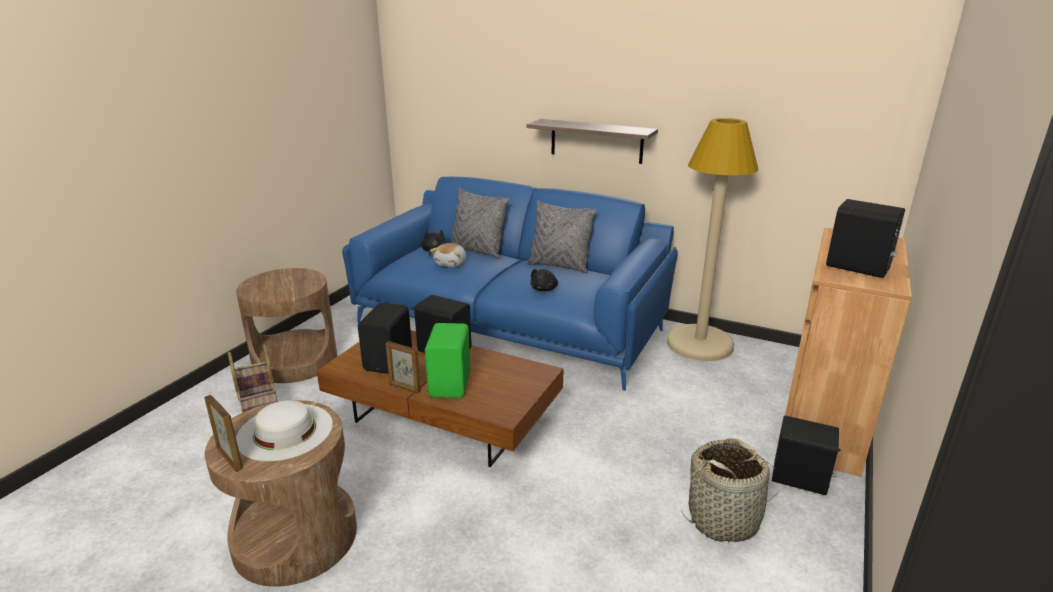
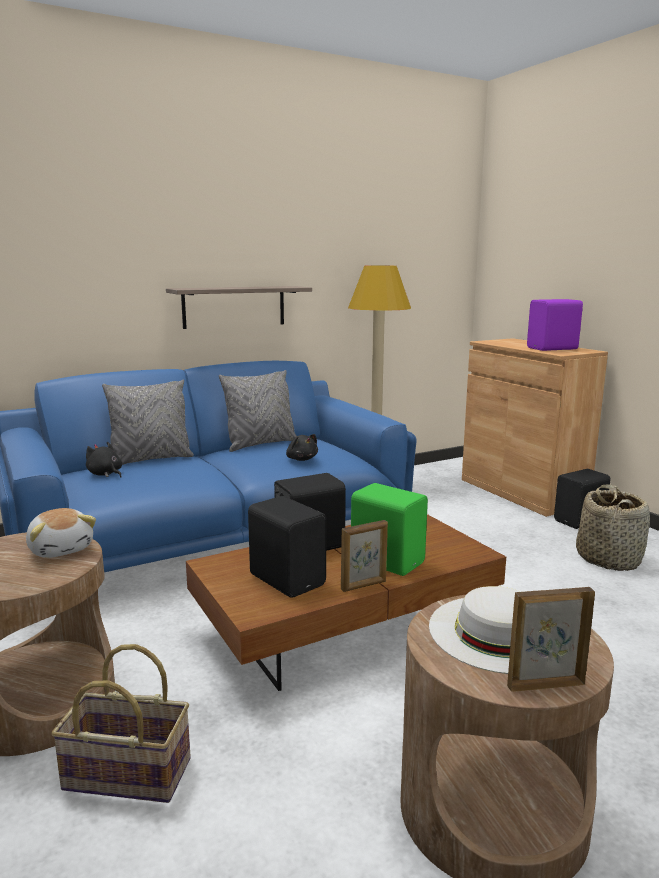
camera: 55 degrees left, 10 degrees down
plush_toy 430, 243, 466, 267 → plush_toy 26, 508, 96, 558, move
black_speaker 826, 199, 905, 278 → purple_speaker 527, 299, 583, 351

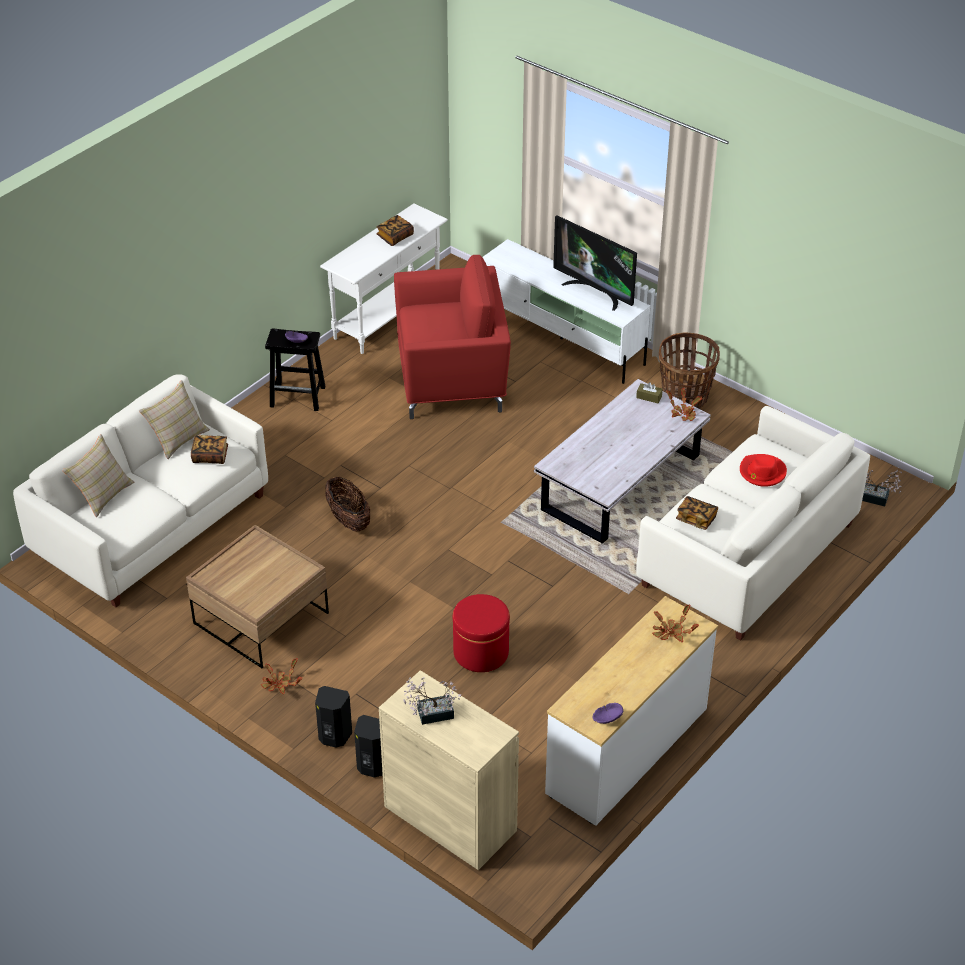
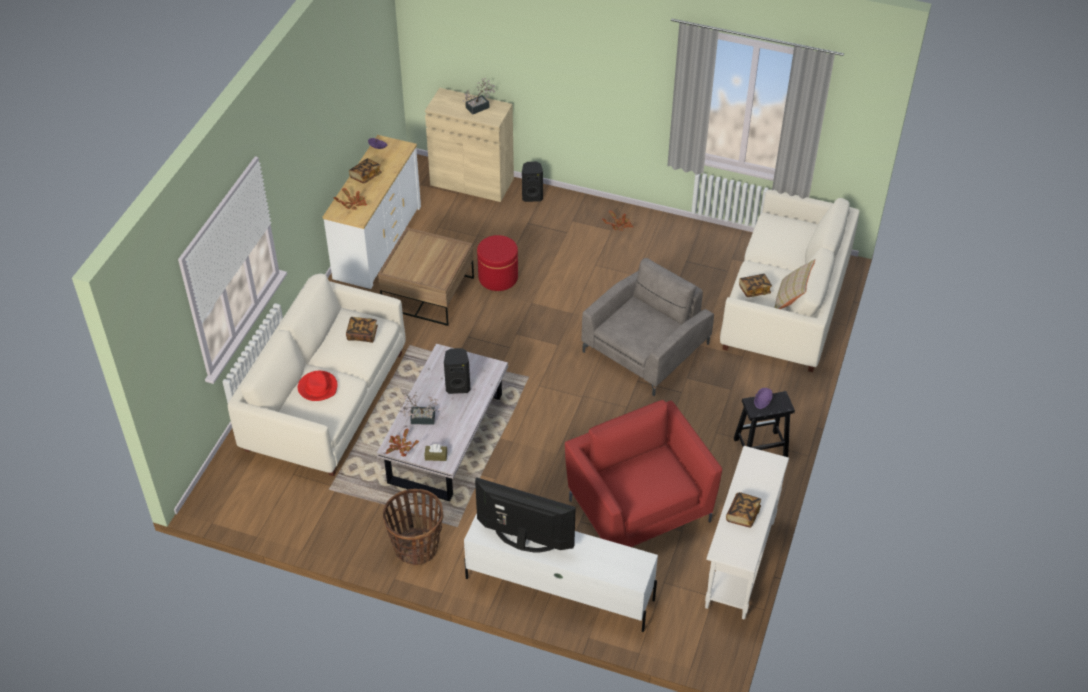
camera: 160 degrees right, 5 degrees up
- → book 349, 158, 382, 184
brown_coffee_table 186, 525, 329, 668 → brown_coffee_table 378, 227, 474, 326, move
potted_plant 862, 470, 902, 507 → potted_plant 400, 390, 441, 425, move
black_speaker 315, 686, 352, 748 → black_speaker 444, 348, 470, 394, move
red_armchair 394, 255, 511, 419 → red_armchair 565, 400, 722, 547, 90 degrees clockwise
basket 325, 477, 370, 532 → grey_armchair 582, 258, 714, 396
beige_pillow 62, 434, 134, 517 → -

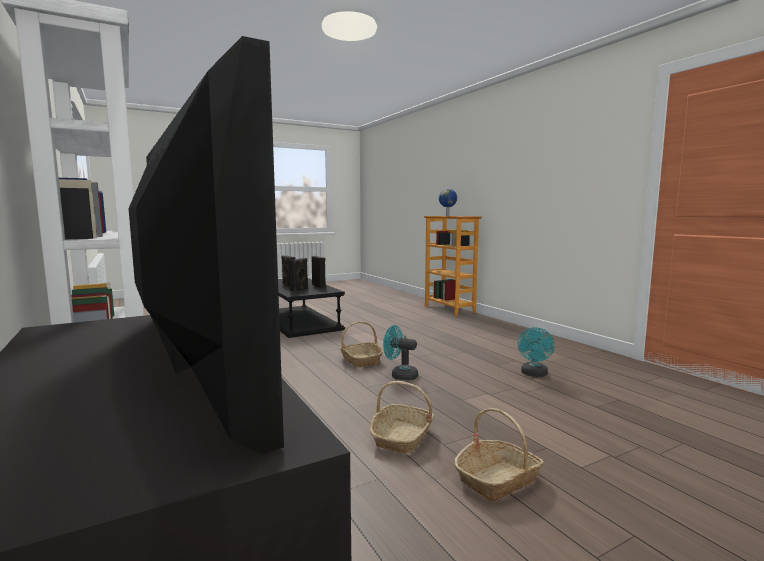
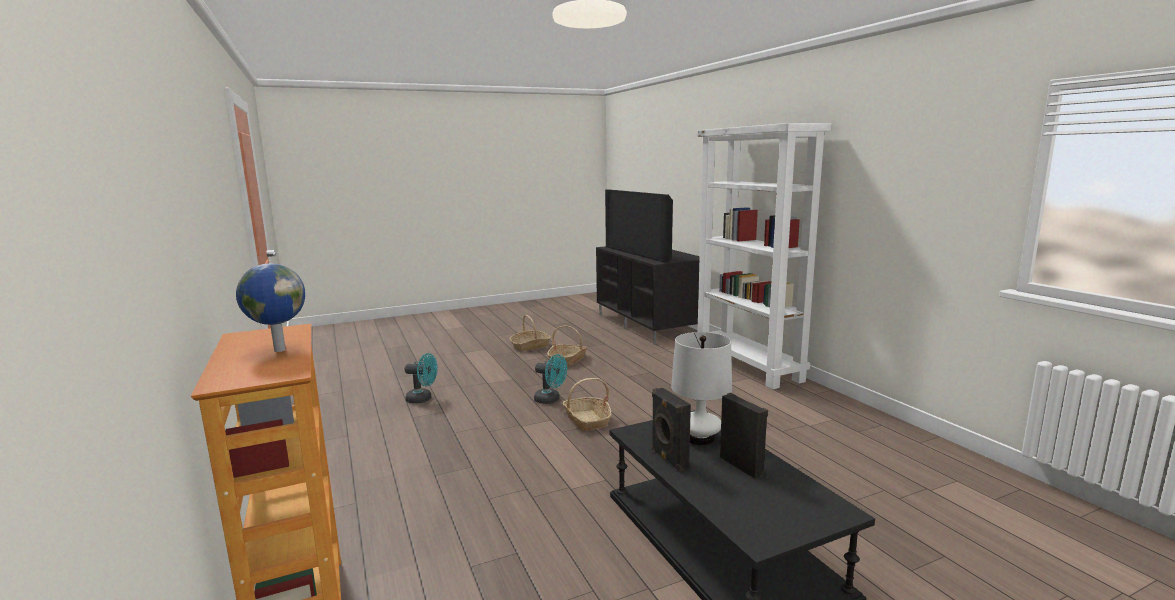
camera: 175 degrees left, 5 degrees up
turquoise_fan 518, 327, 555, 377 → turquoise_fan 405, 353, 438, 404, 75 degrees clockwise
black_speaker 289, 258, 308, 292 → white_table_lamp 671, 332, 732, 445

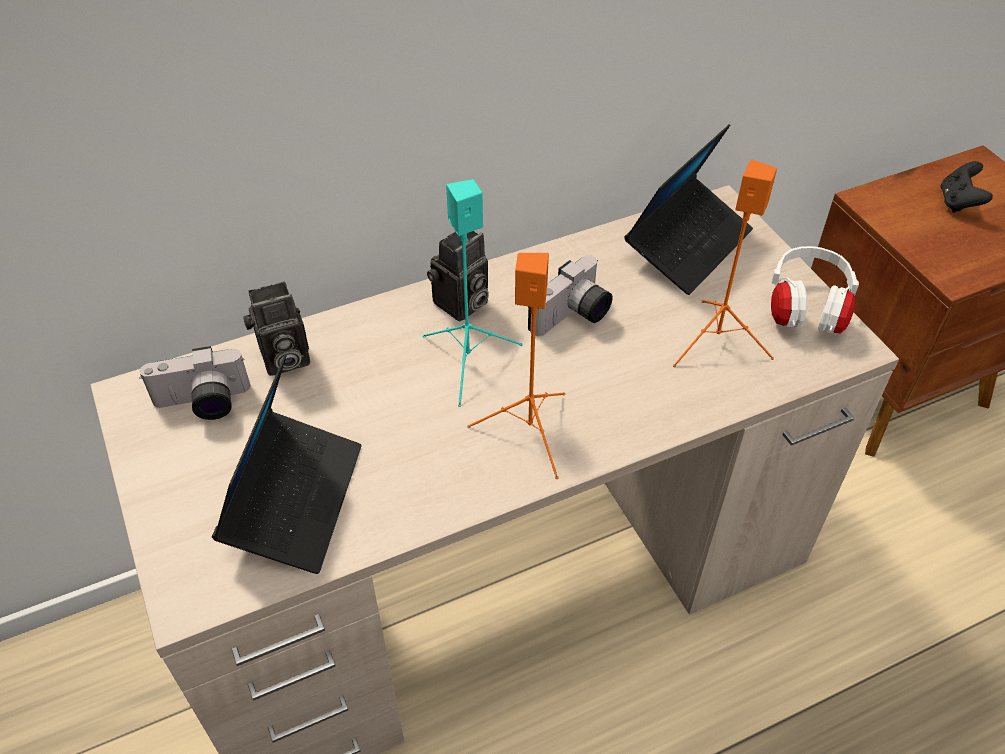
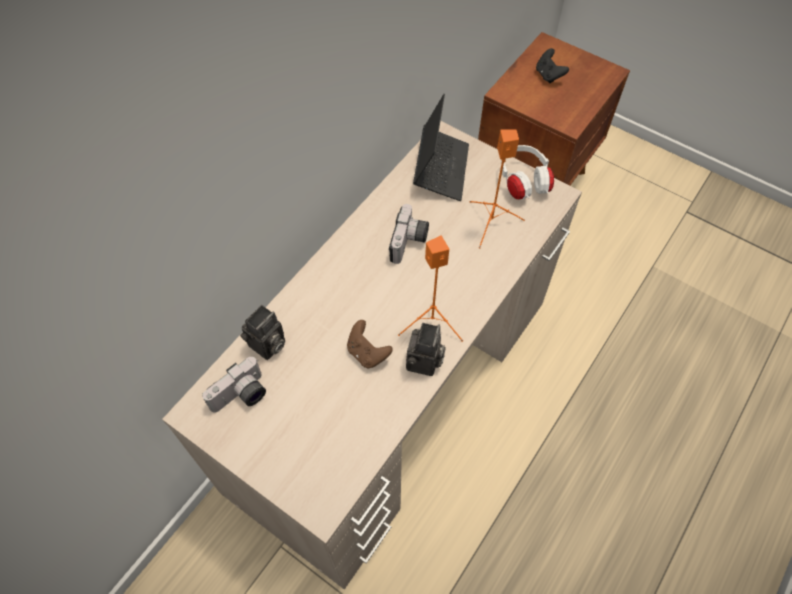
camera: 30 degrees left, 10 degrees up
- → brown_game_controller 347, 320, 393, 368
photo_camera 427, 231, 489, 321 → photo_camera 406, 323, 446, 376, move
laptop 212, 354, 361, 574 → -
turquoise_speaker 423, 179, 523, 407 → -

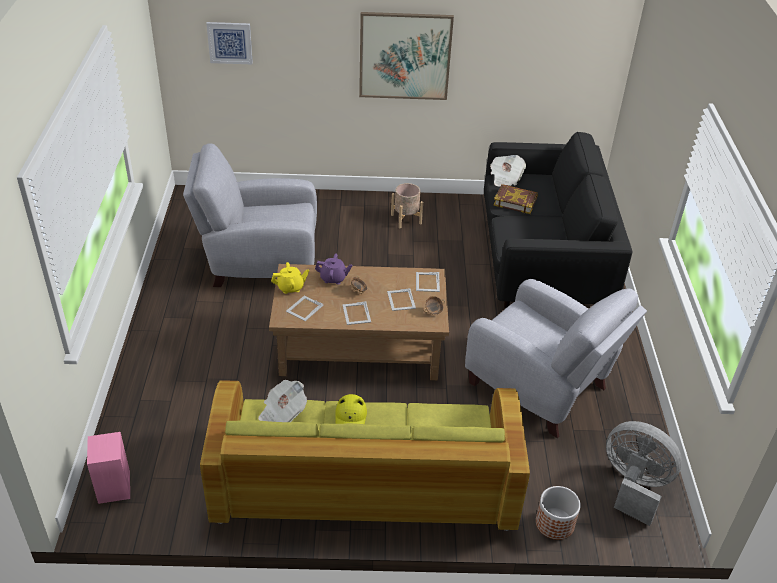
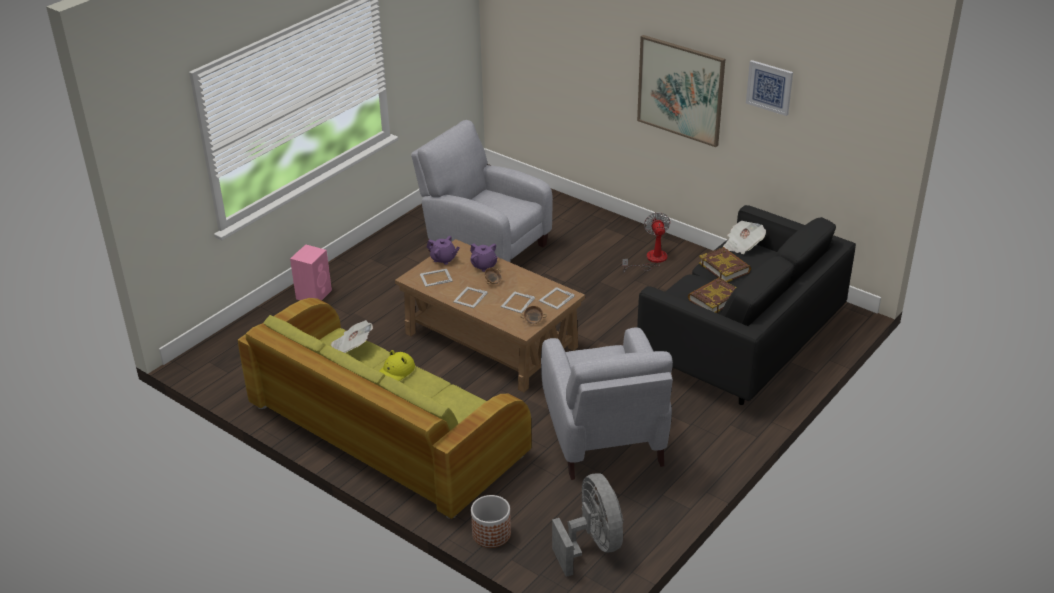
camera: 40 degrees right, 5 degrees down
pink_speaker 87, 432, 130, 504 → pink_speaker 290, 244, 332, 301, move
yellow_teapot 271, 262, 309, 294 → purple_teapot 427, 236, 460, 265
beige_planter 391, 183, 423, 228 → fan 622, 212, 670, 272
- → book 688, 278, 736, 313
picture 206, 22, 253, 64 → picture 746, 60, 793, 116, move

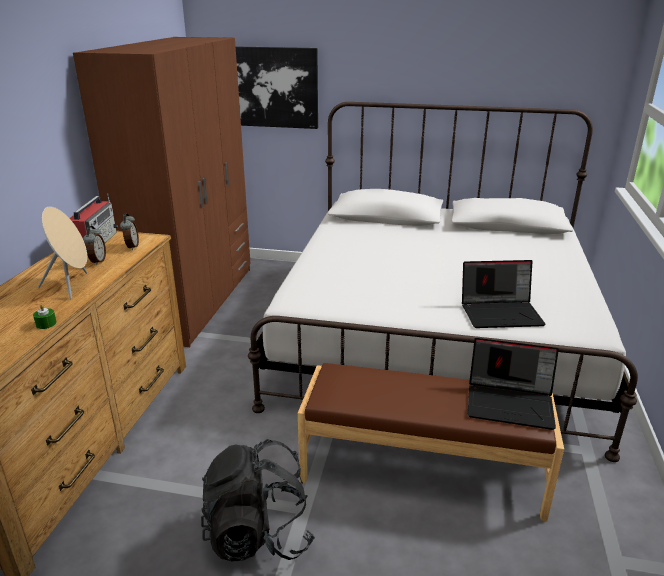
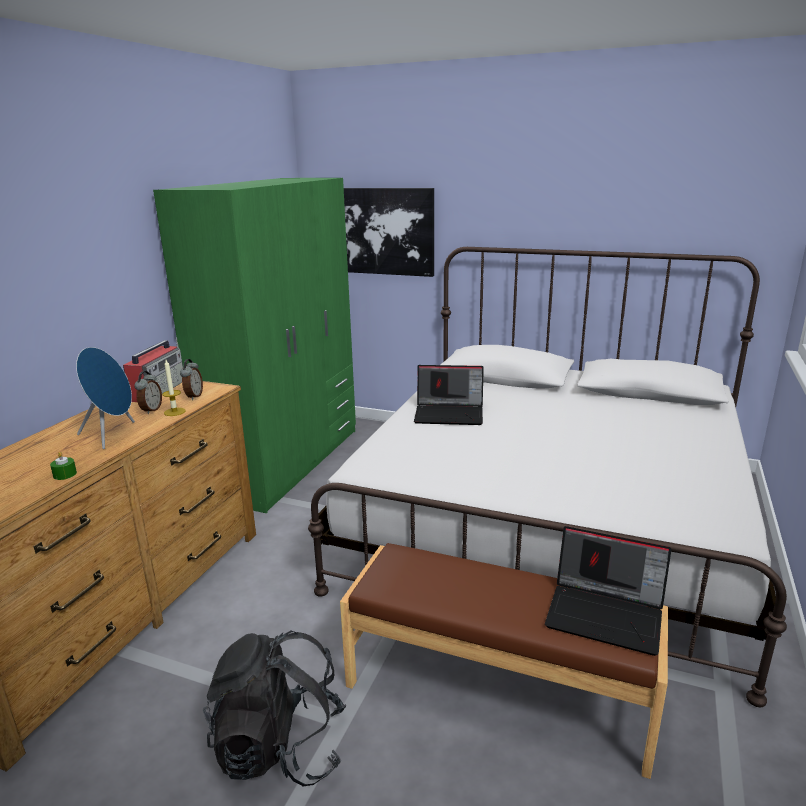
camera: 10 degrees right, 5 degrees down
beige_speaker 38, 207, 88, 299 → blue_speaker 76, 347, 135, 449
brown_wardrobe 73, 37, 251, 347 → green_wardrobe 153, 178, 356, 513
- → candle 162, 360, 186, 416
laptop 462, 260, 546, 328 → laptop 414, 365, 484, 425, move

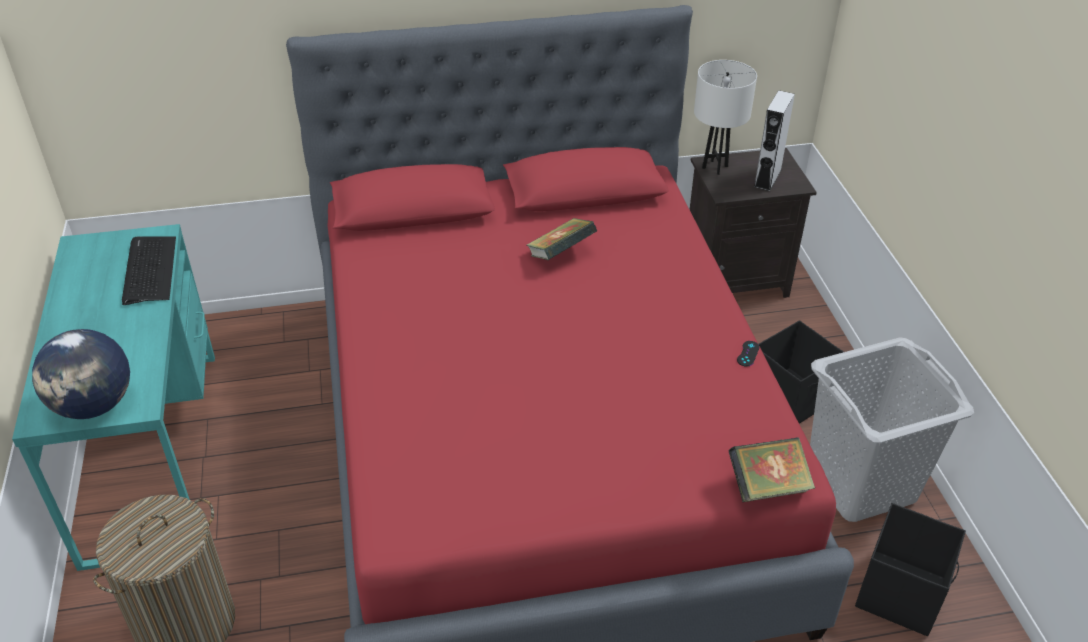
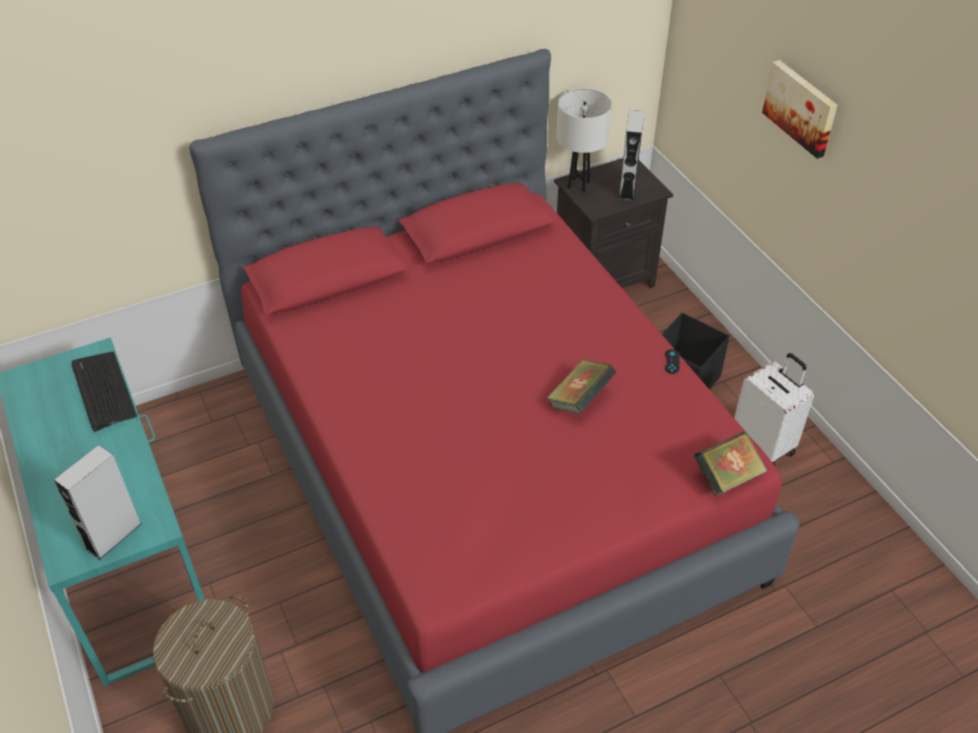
camera: 15 degrees left, 5 degrees up
globe 32, 329, 130, 419 → grey_speaker 54, 445, 142, 560
book 527, 218, 597, 260 → book 546, 359, 616, 414, move
grey_laundry_basket 810, 337, 974, 522 → white_suitcase 734, 353, 814, 466
- → picture 762, 60, 837, 159
black_storage_box 855, 503, 966, 636 → -

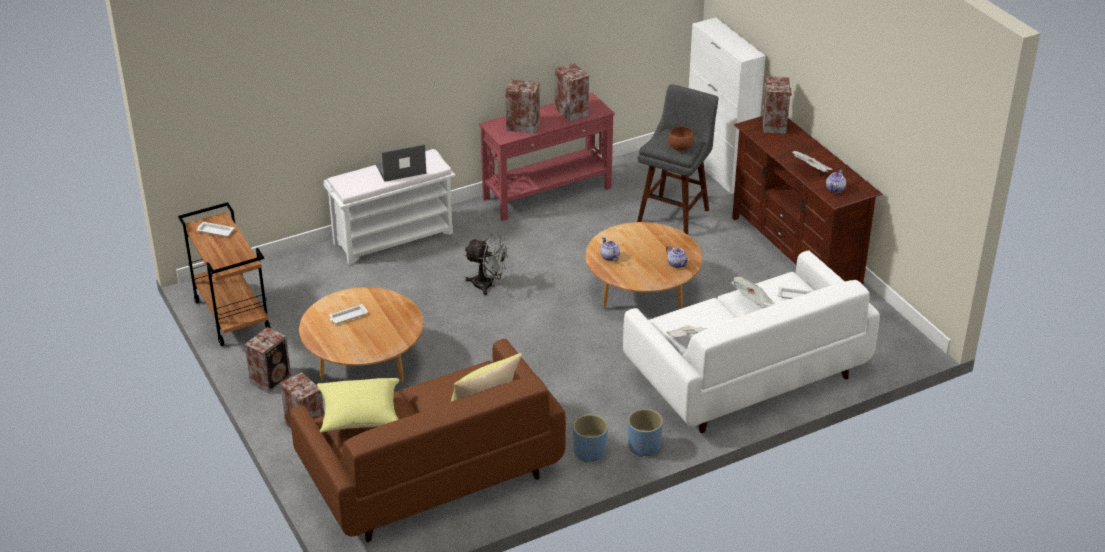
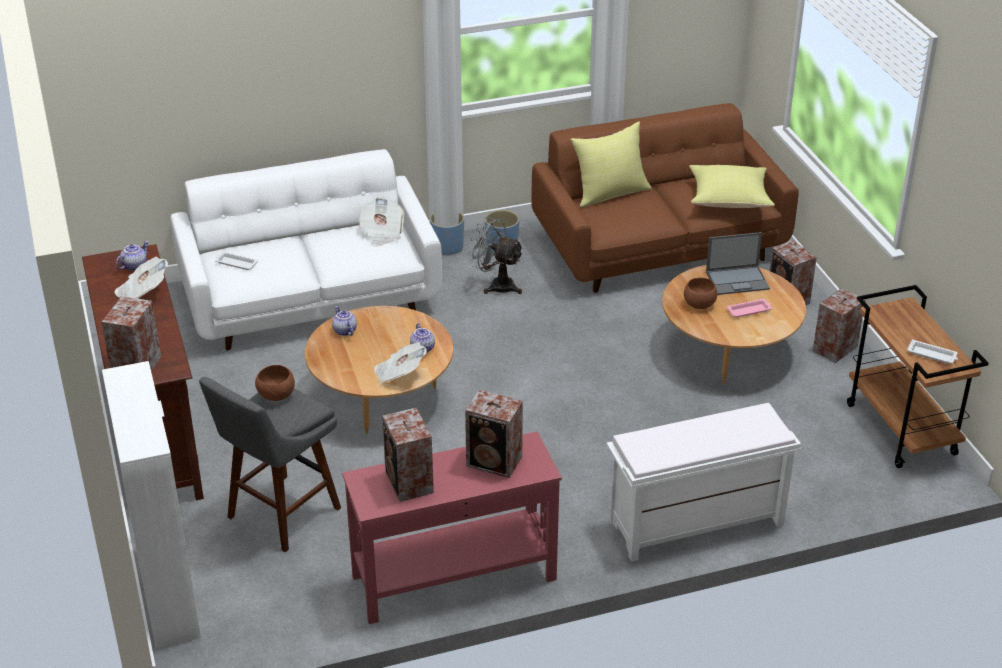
camera: 170 degrees left, 0 degrees up
newspaper 731, 277, 775, 306 → newspaper 374, 342, 427, 384, move
grey_fan 465, 231, 511, 295 → grey_fan 467, 217, 524, 294, move
- → brown_bowl 684, 278, 717, 309
laptop 376, 144, 426, 182 → laptop 706, 232, 770, 295, move
white_tray 329, 304, 368, 324 → pink_tray 727, 299, 772, 317

